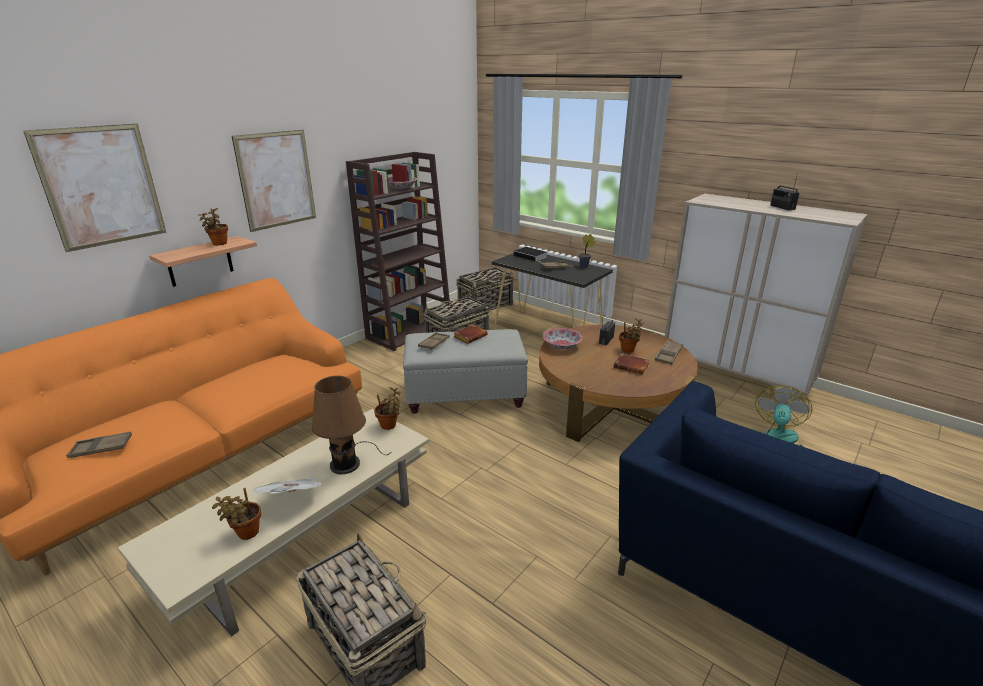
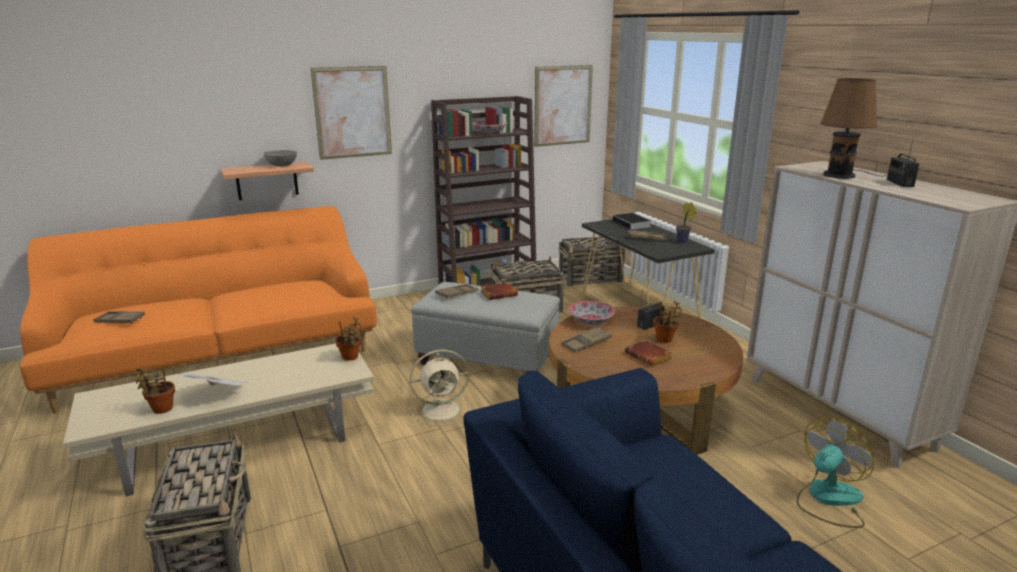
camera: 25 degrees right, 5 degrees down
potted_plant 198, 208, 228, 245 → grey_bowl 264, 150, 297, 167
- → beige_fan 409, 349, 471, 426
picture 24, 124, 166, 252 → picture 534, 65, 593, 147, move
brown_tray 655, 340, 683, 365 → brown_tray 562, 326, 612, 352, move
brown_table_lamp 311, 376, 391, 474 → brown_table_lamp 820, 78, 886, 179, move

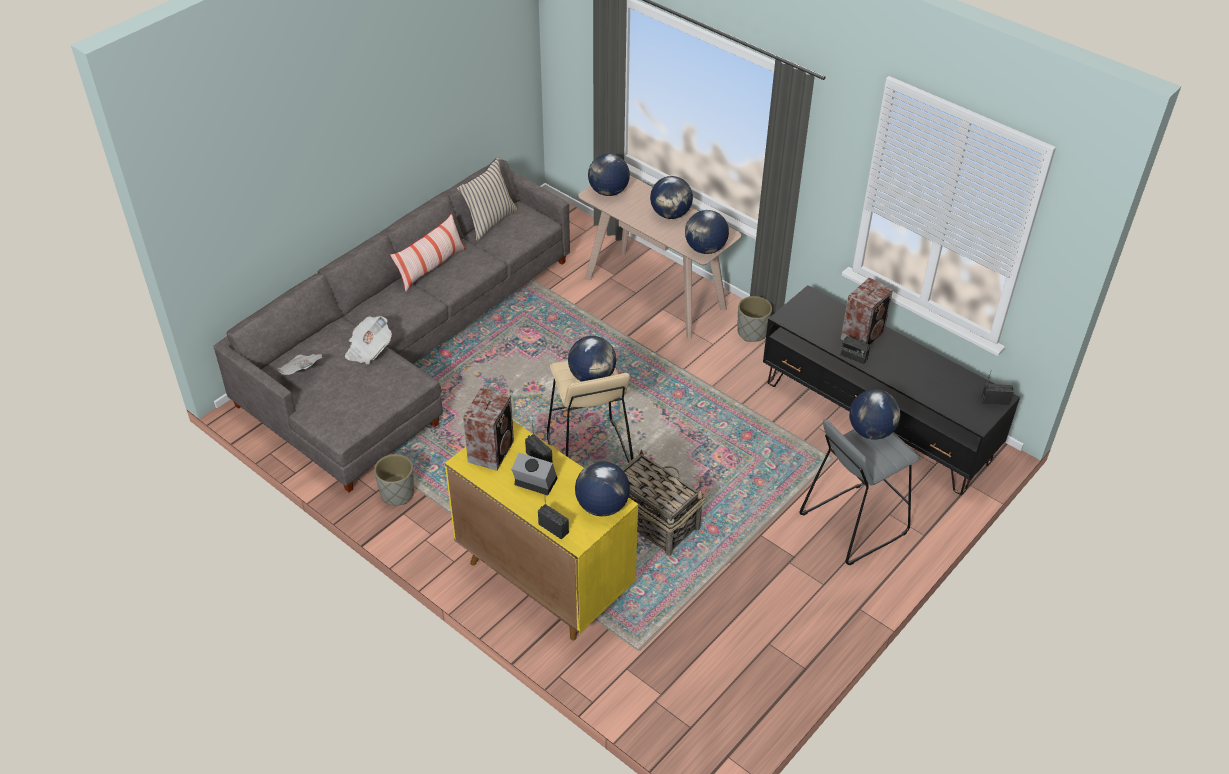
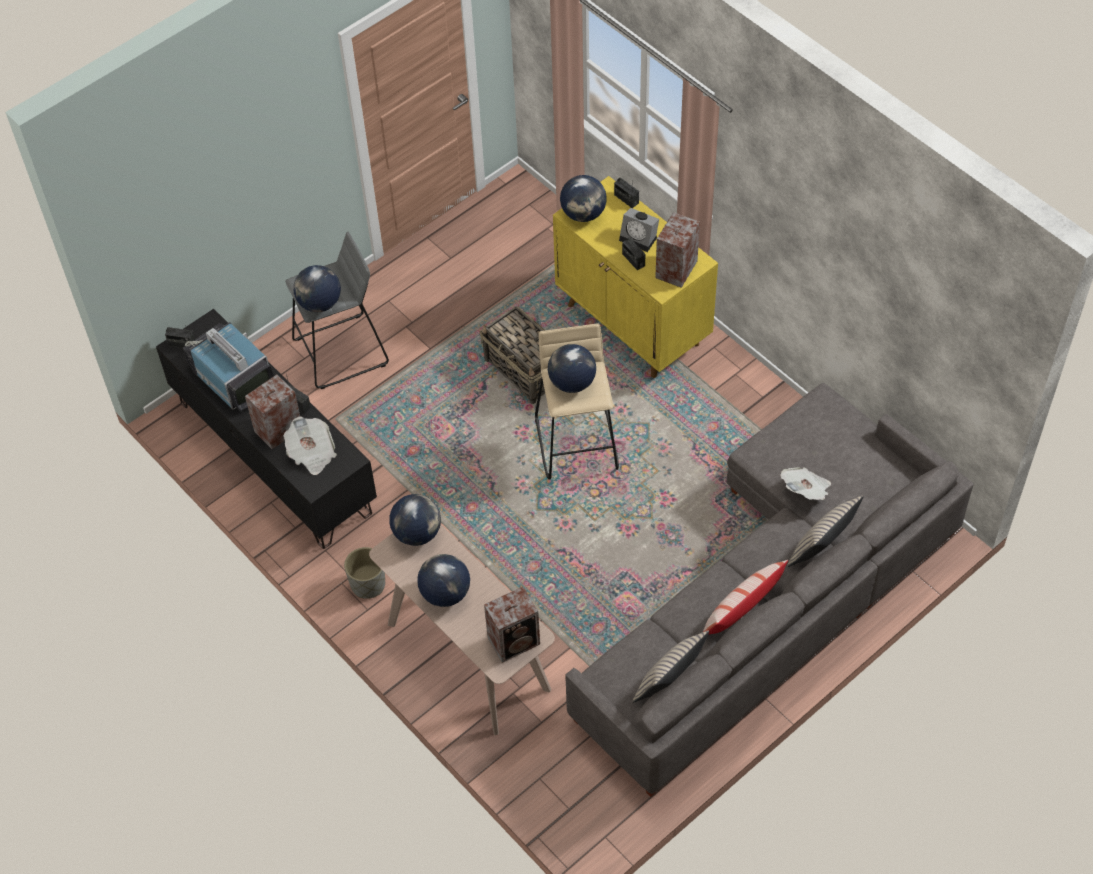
camera: 170 degrees left, 10 degrees up
- → television 183, 322, 274, 411
newspaper 278, 354, 322, 375 → newspaper 284, 416, 337, 475, move
globe 588, 154, 630, 196 → speaker 484, 587, 540, 663
- → beige_pillow 787, 496, 864, 567
grey_planter 374, 454, 414, 505 → -

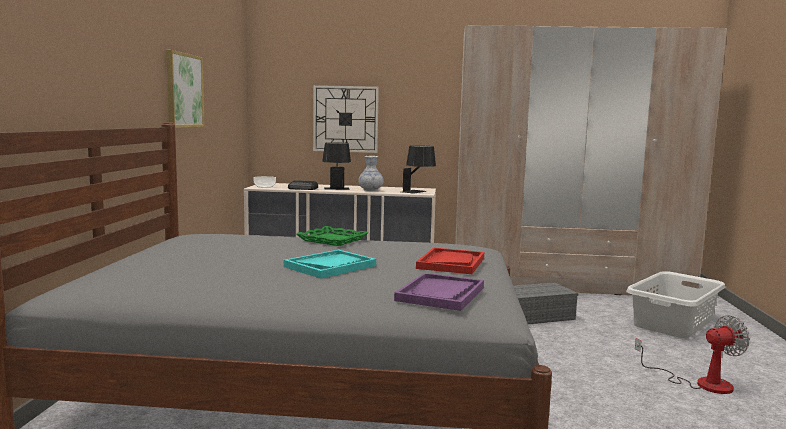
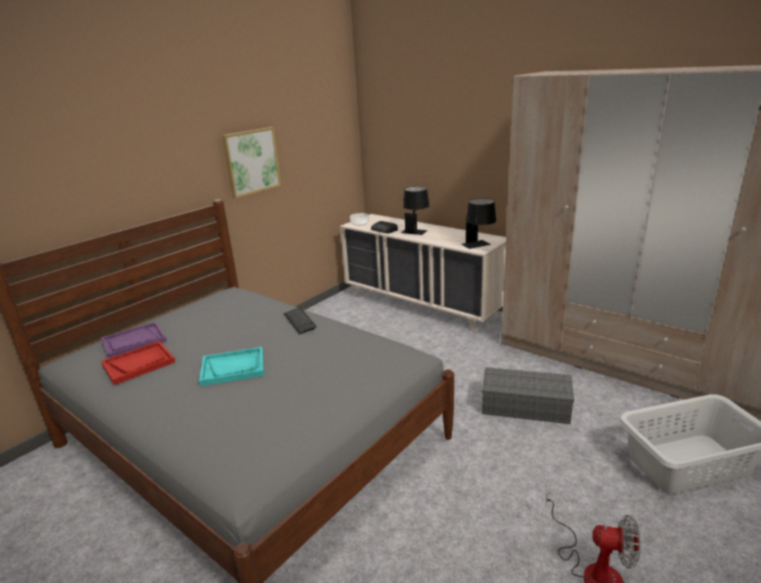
camera: 35 degrees right, 15 degrees up
purple_tray 394, 273, 484, 311 → purple_tray 101, 322, 167, 358, move
red_tray 416, 247, 484, 274 → red_tray 101, 341, 175, 385, move
green_tray 296, 226, 369, 246 → keyboard 284, 307, 316, 334
wall_clock 313, 85, 379, 153 → -
vase 358, 156, 384, 191 → -

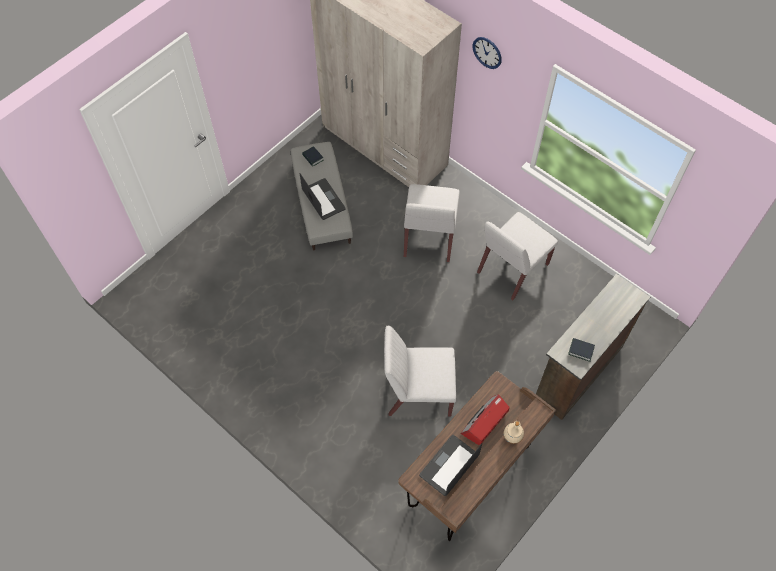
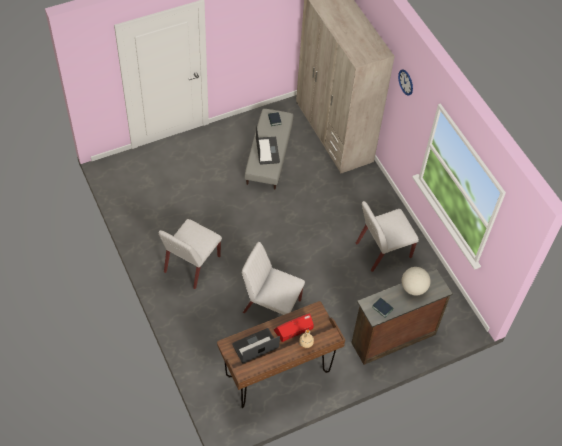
camera: 20 degrees right, 5 degrees down
white_chair 404, 184, 460, 262 → white_chair 159, 219, 222, 289, move
- → globe 402, 267, 431, 296

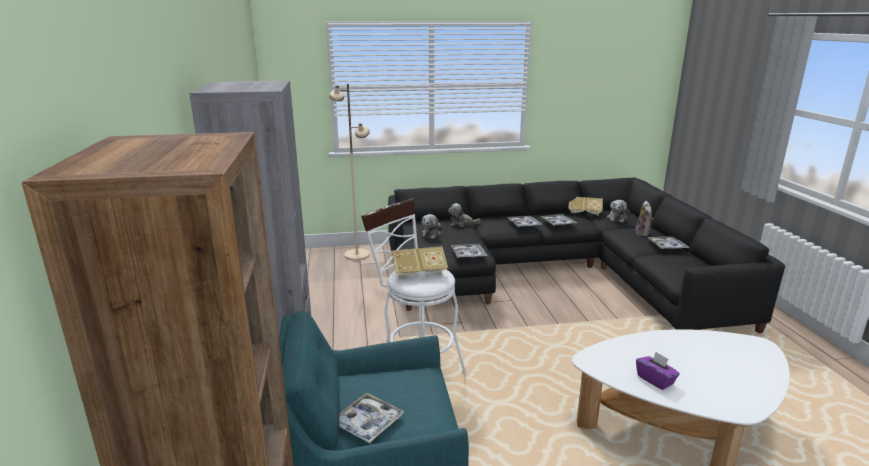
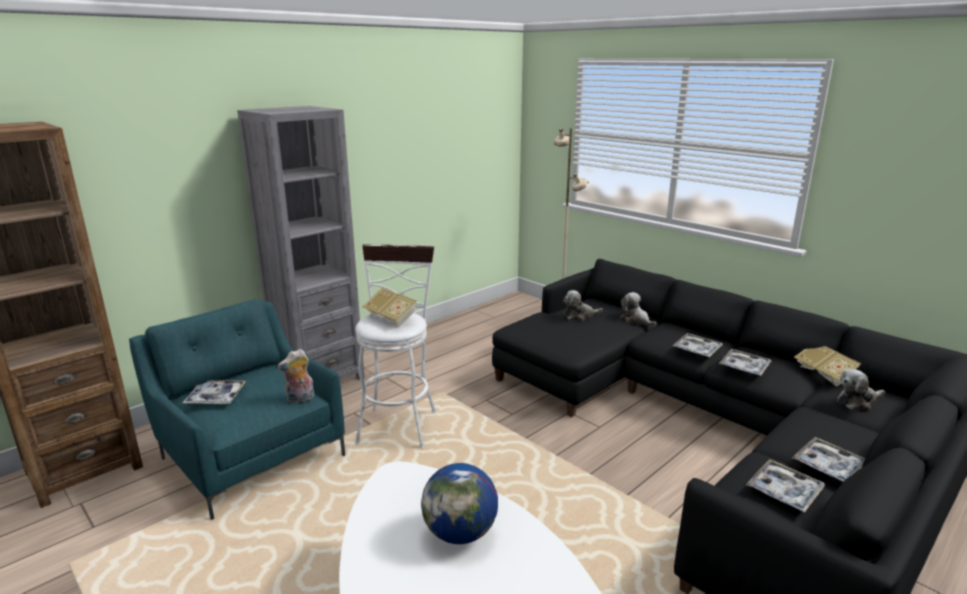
camera: 55 degrees right, 0 degrees up
plush_toy 635, 201, 653, 236 → plush_toy 277, 349, 314, 403, move
- → globe 421, 463, 498, 544
tray 451, 244, 487, 258 → tray 746, 459, 825, 512, move
purple_tissue_box 636, 352, 680, 390 → -

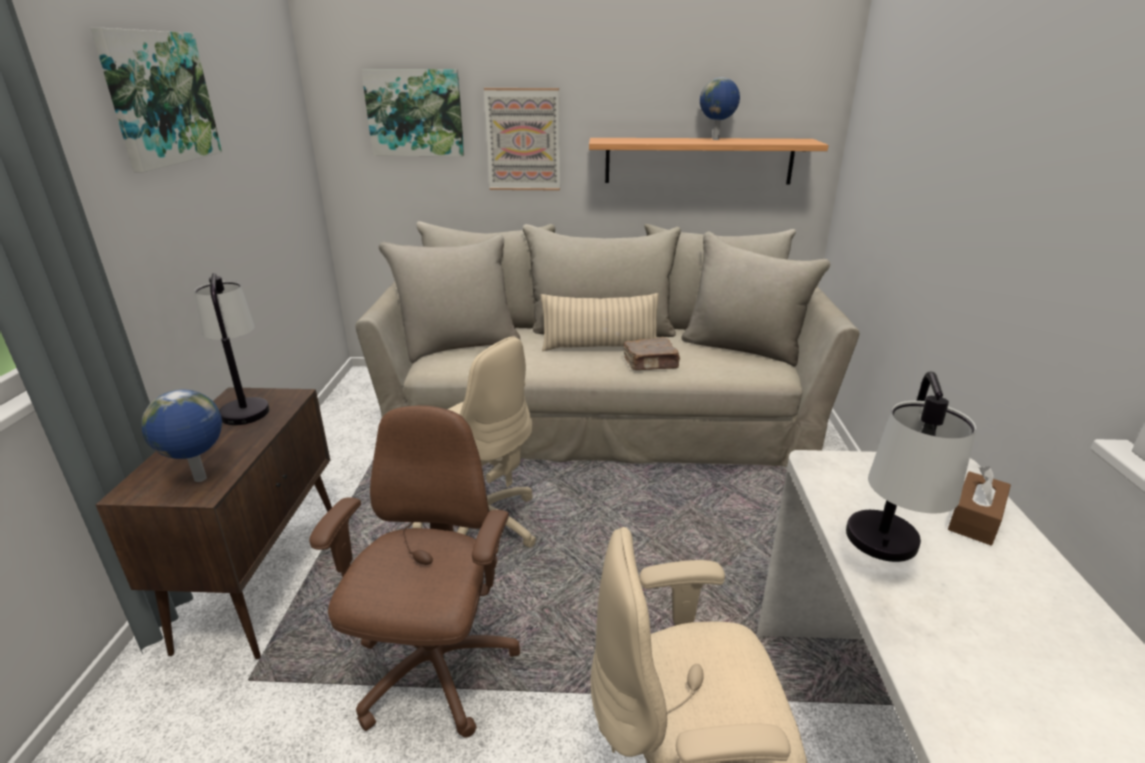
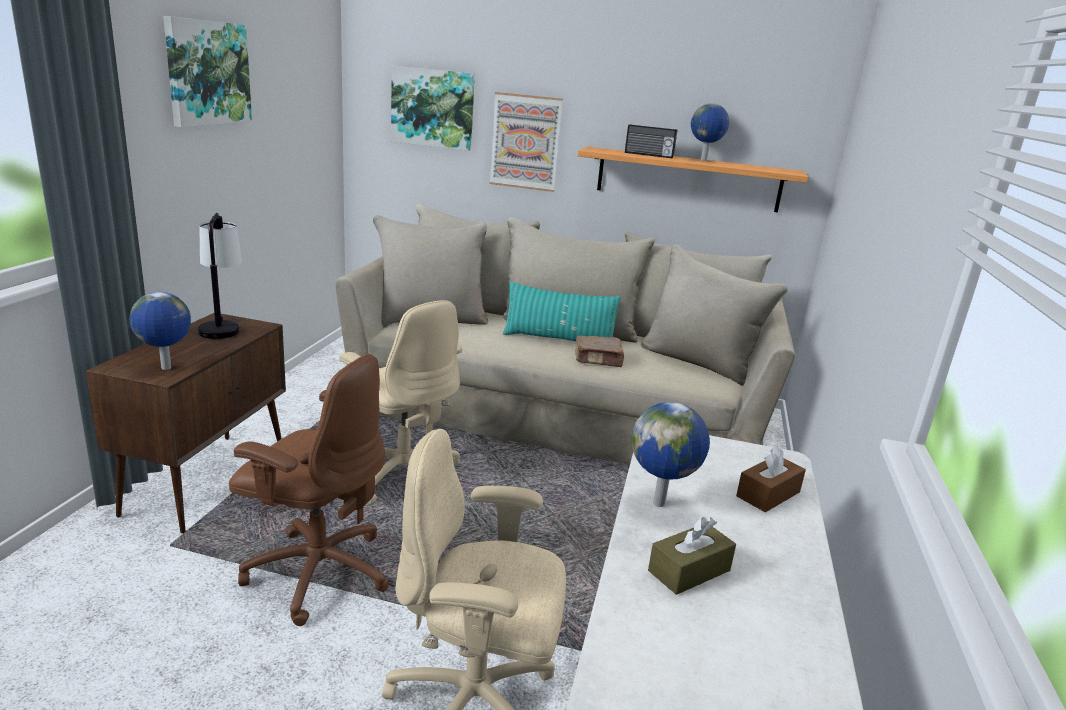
camera: 10 degrees right, 5 degrees down
brown_office_chair 309, 405, 520, 738 → brown_office_chair 229, 354, 390, 626, 90 degrees clockwise
beige_pillow 541, 293, 659, 351 → turquoise_pillow 503, 282, 621, 341
- → radio 625, 124, 677, 158
table_lamp 846, 371, 976, 562 → globe 632, 402, 710, 507
- → brown_tissue_box 648, 517, 736, 595

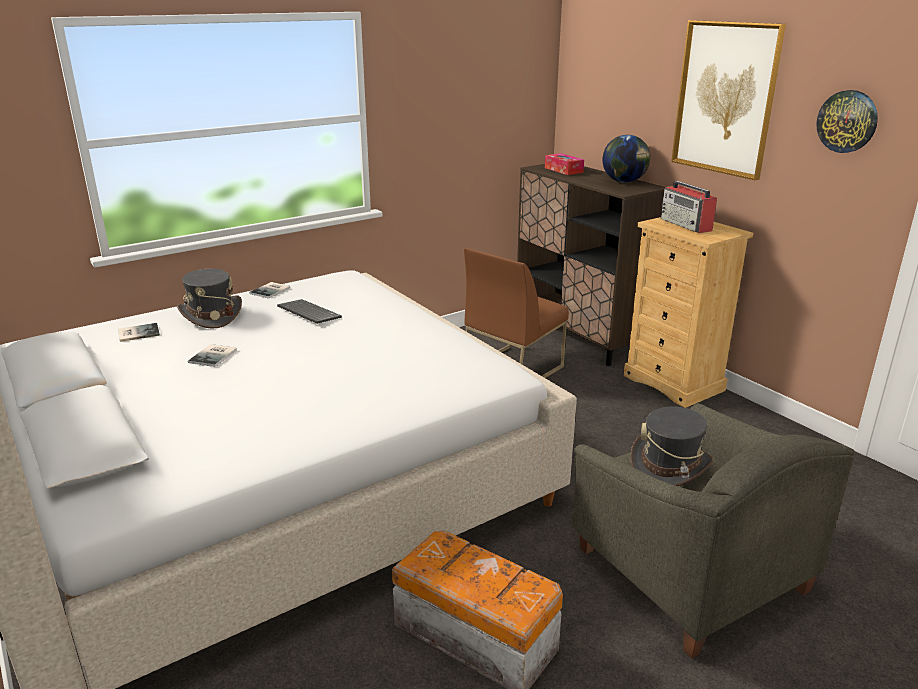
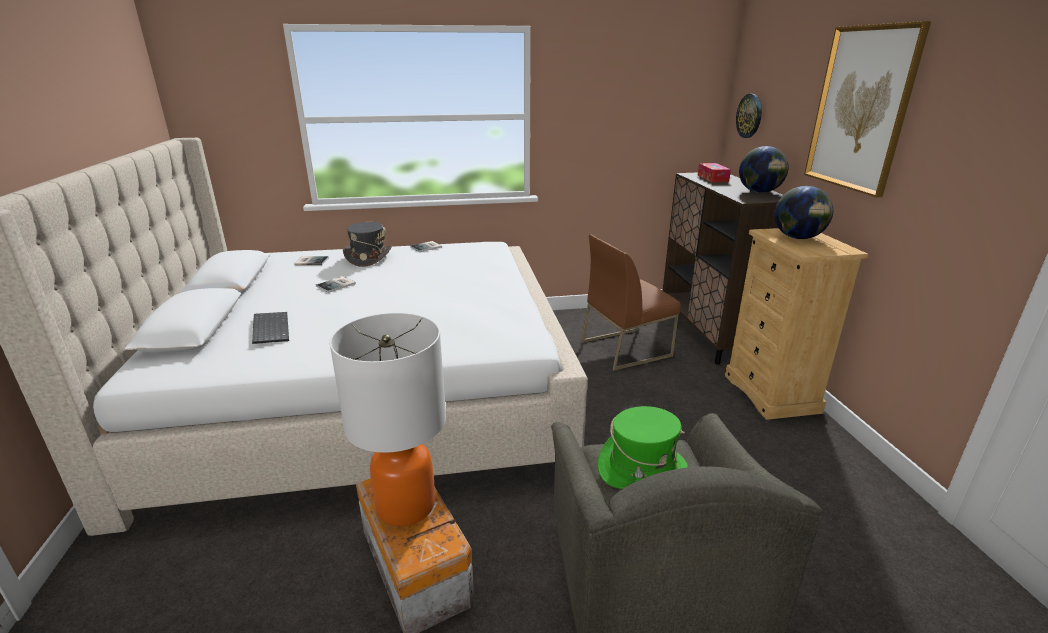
camera: 25 degrees right, 0 degrees up
keyboard 277, 299, 342, 324 → keyboard 252, 312, 289, 344, move
- → table_lamp 329, 313, 446, 526
grey_hat 630, 407, 713, 486 → green_hat 598, 406, 688, 489
wall_clock 816, 90, 878, 153 → wall_clock 736, 94, 762, 138, move
radio 661, 181, 717, 233 → globe 774, 186, 833, 239

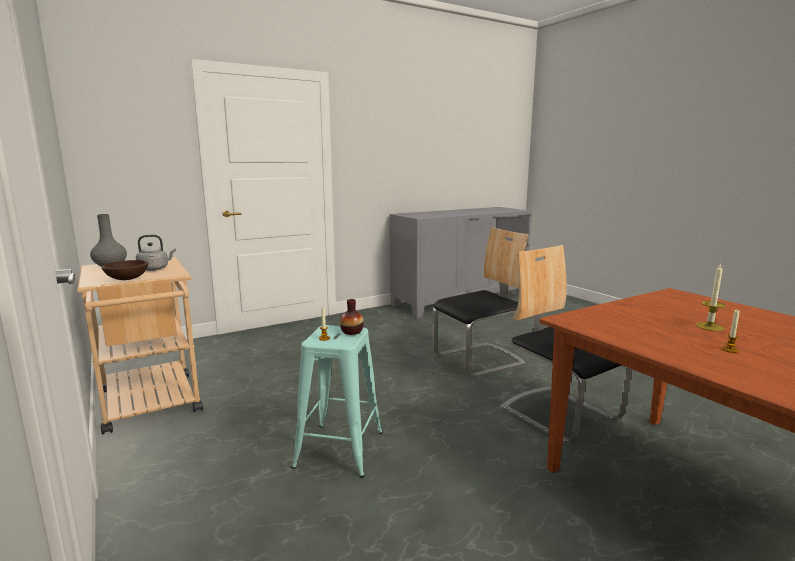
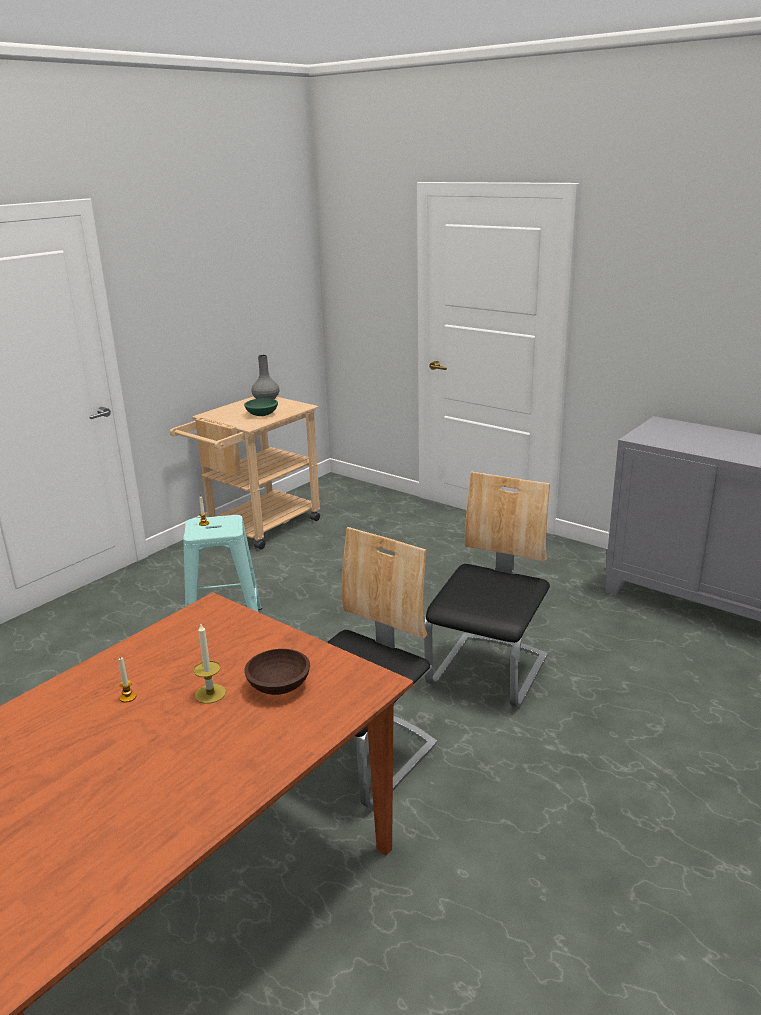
camera: 70 degrees right, 10 degrees up
grey_kettle 136, 235, 176, 271 → green_bowl 244, 398, 278, 416
brown_bowl 102, 260, 148, 280 → brown_bowl 244, 649, 310, 695, move
chair 432, 227, 528, 377 → chair 424, 472, 550, 708, 105 degrees counterclockwise
vase 340, 299, 364, 335 → -

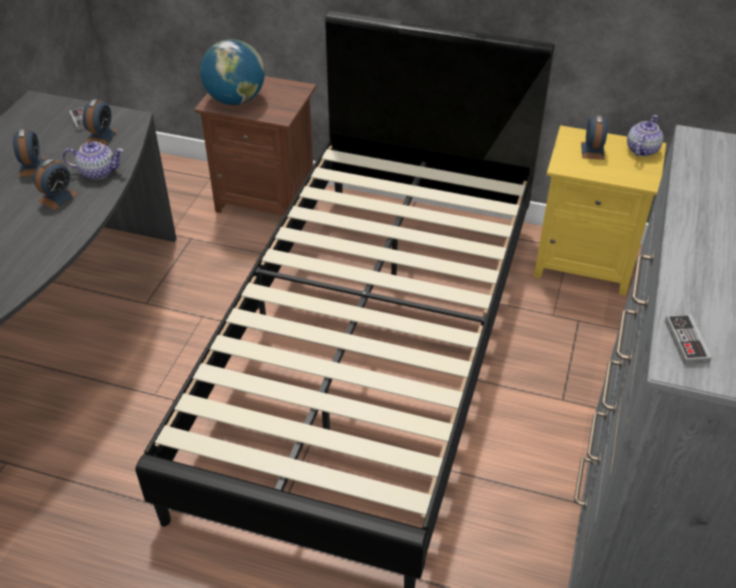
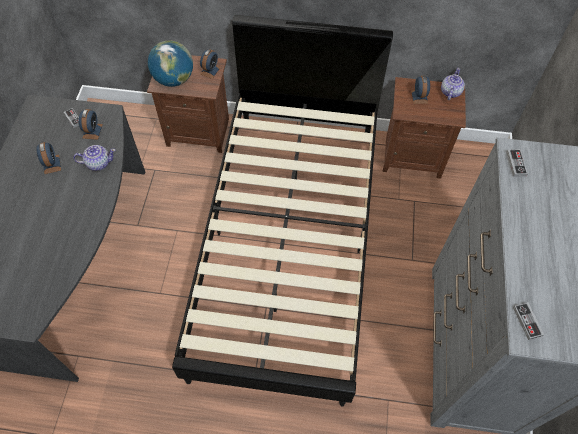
camera: 10 degrees left, 15 degrees up
alarm_clock 34, 159, 78, 210 → alarm_clock 200, 50, 221, 79, move
yellow_nightstand 534, 125, 666, 296 → brown_nightstand 382, 77, 466, 179
- → game_controller 506, 149, 528, 177

